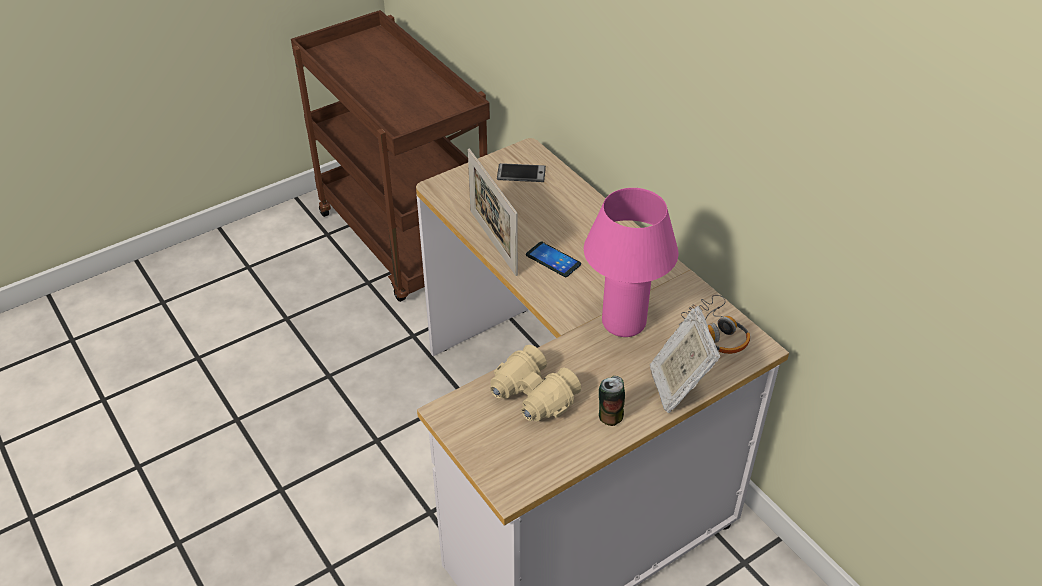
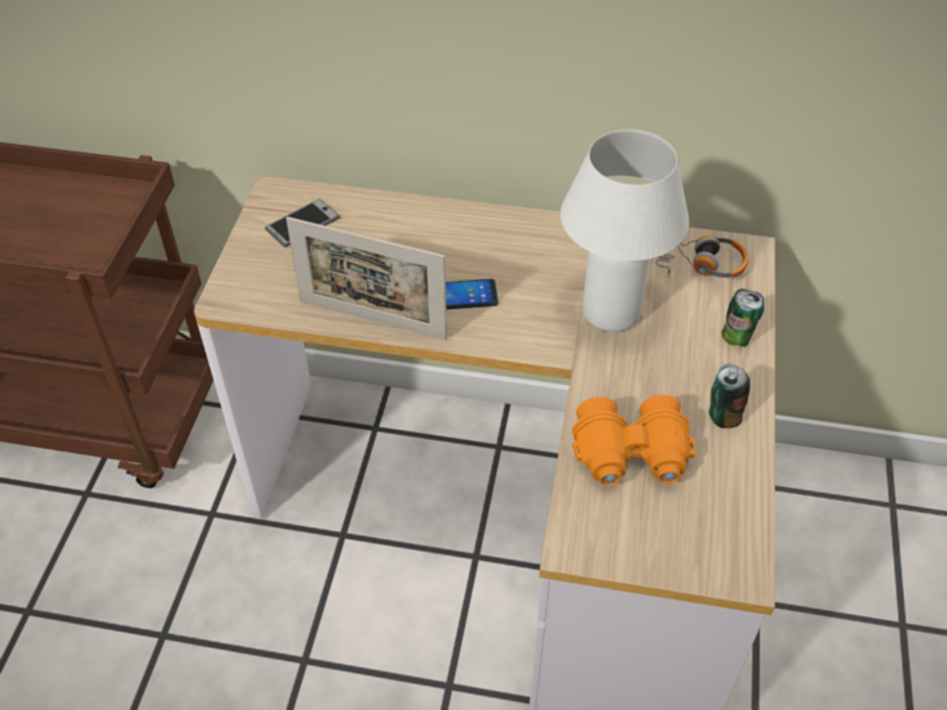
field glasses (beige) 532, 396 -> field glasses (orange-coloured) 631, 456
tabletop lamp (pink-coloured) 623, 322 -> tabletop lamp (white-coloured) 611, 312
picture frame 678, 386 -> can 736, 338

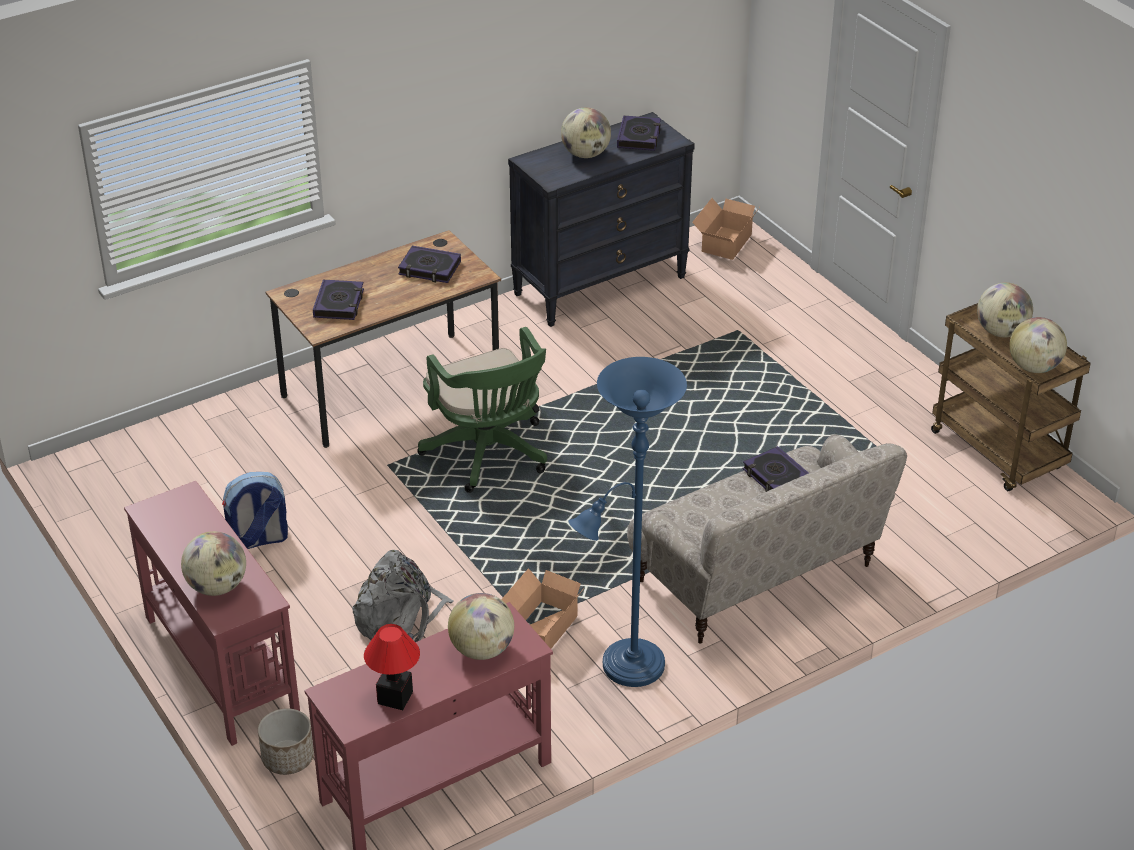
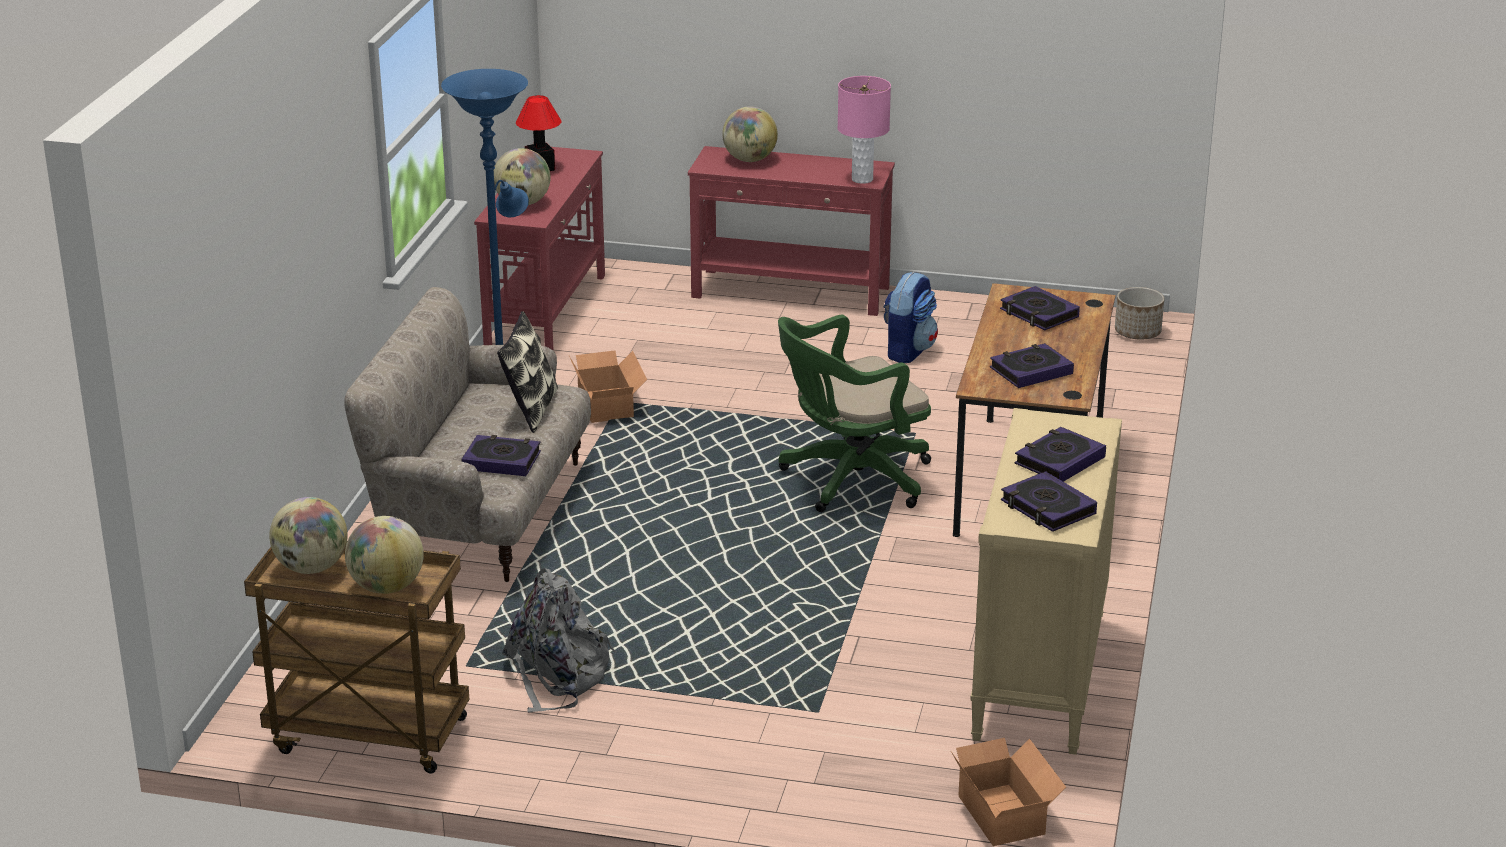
flower pot 287, 758 -> flower pot 1138, 332, move
backpack (grey) 400, 619 -> backpack (grey) 558, 675, move
desk chair (greenish) 489, 455 -> desk chair (greenish) 850, 480, 45 degrees counterclockwise
drawer chest (black) 600, 285 -> drawer chest (beige) 1040, 678
globe 585, 154 -> volume 1059, 461
none -> throw pillow 530, 410
none -> tabletop lamp (pink-coloured) 862, 179

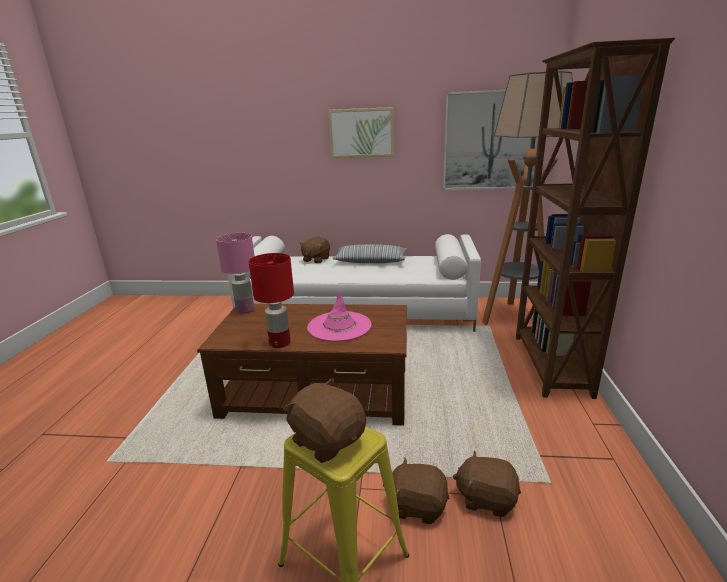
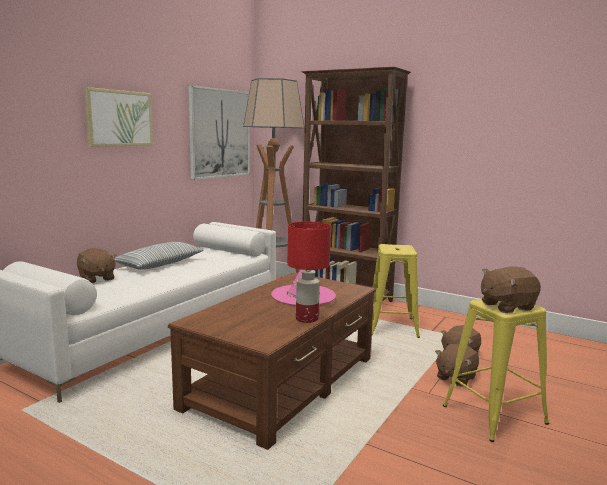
tabletop lamp (pink-coloured) 244, 310 -> none
none -> stool seat (yellow-coloured) 392, 326

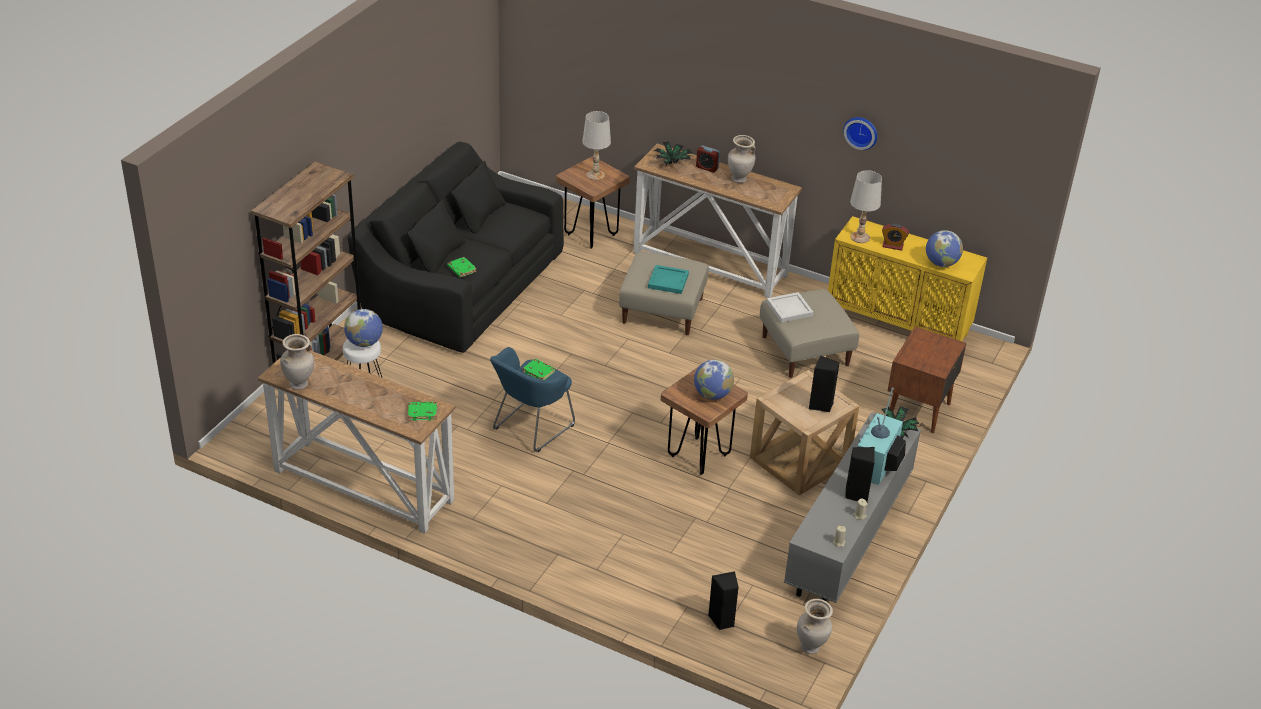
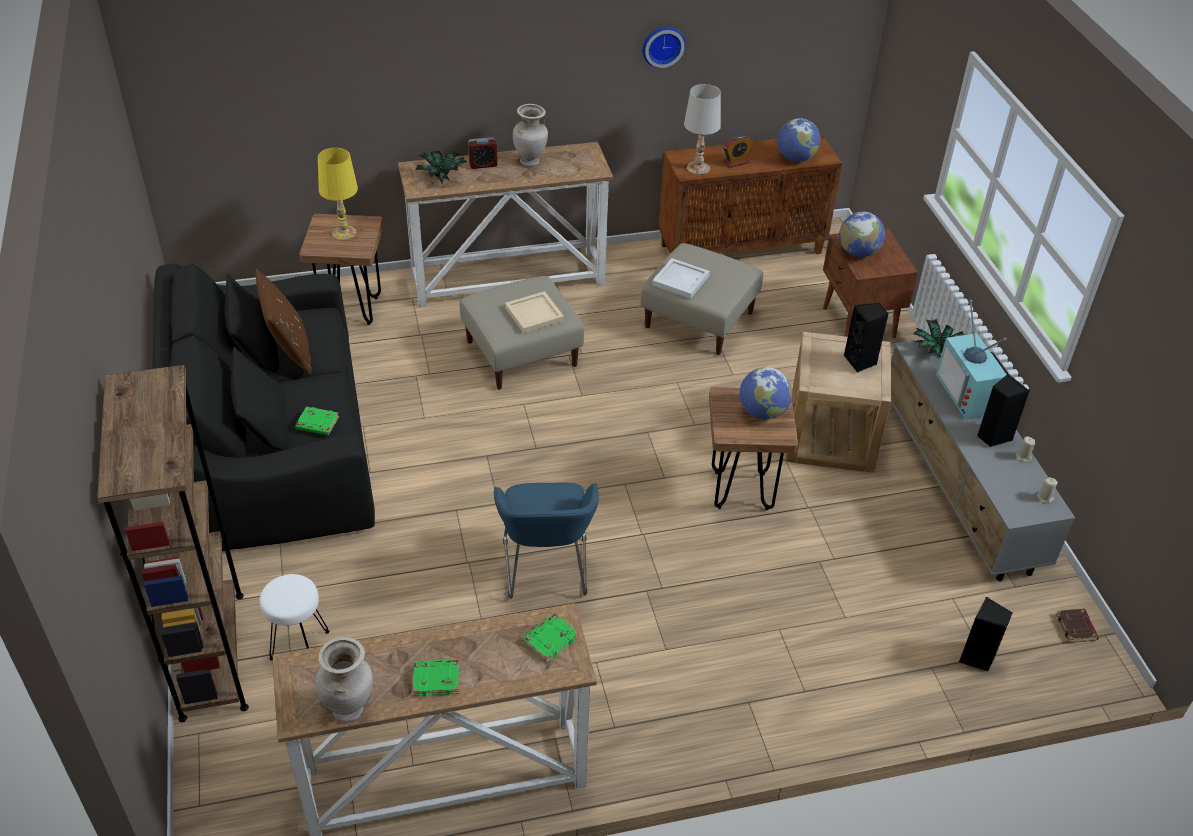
globe 364, 343 -> globe 858, 252, move
volume (greenish) 539, 372 -> volume (greenish) 437, 679, move
tabletop lamp (white-coloured) 595, 175 -> tabletop lamp (yellow-coloured) 343, 233
carrying tray (blue-green) 669, 281 -> carrying tray (beige) 534, 313
vase (beige) 811, 648 -> volume (brown-coloured) 1077, 628
cabinet (yellow-coloured) 898, 324 -> cabinet (brown-coloured) 741, 248
none -> throw pillow (brown-coloured) 289, 351

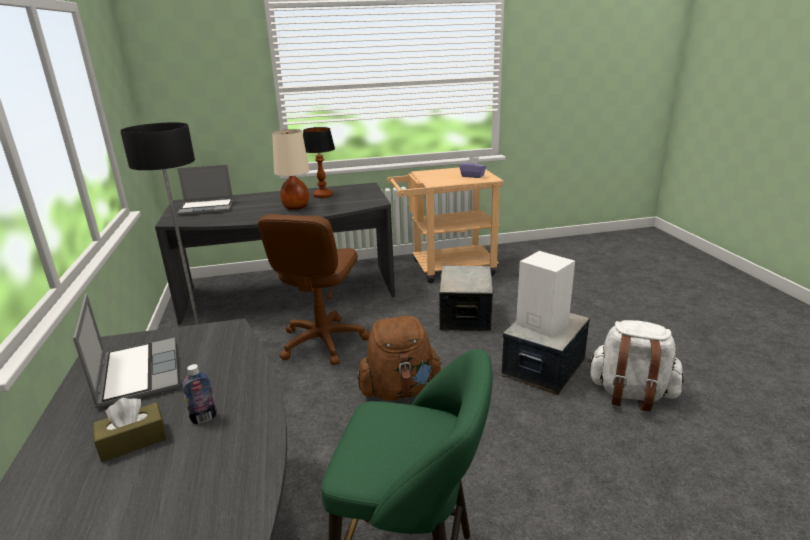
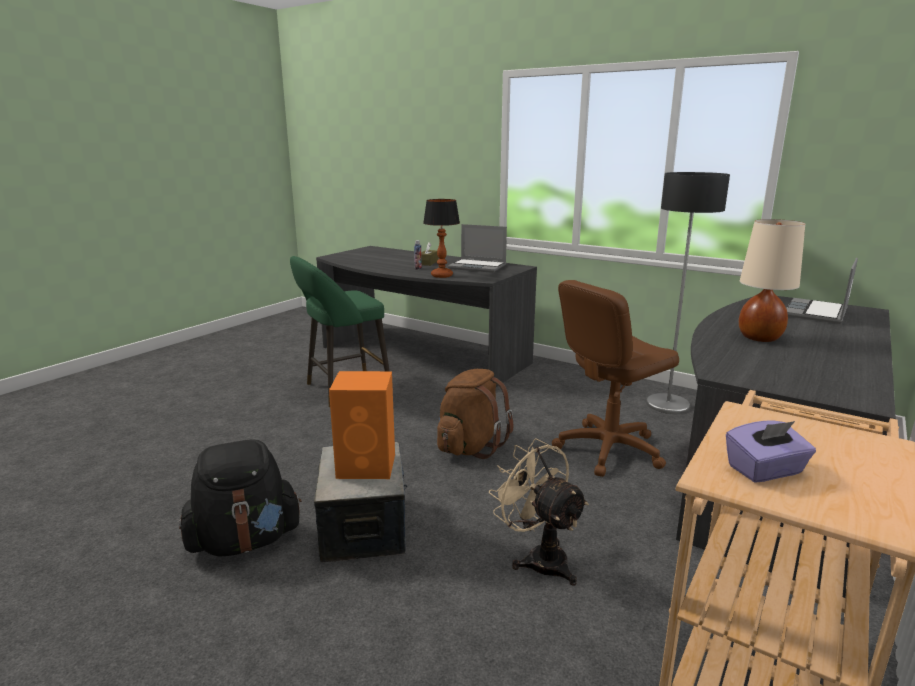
desk chair (brown-coloured) 322, 342 -> desk chair (brown-coloured) 608, 449, 90 degrees counterclockwise
tabletop lamp 323, 195 -> tabletop lamp 441, 276, move
storage box 466, 316 -> fan (beige) 539, 558
loudspeaker (white-coloured) 541, 323 -> loudspeaker (orange-coloured) 368, 466
backpack (white-coloured) 631, 394 -> backpack (black) 245, 541

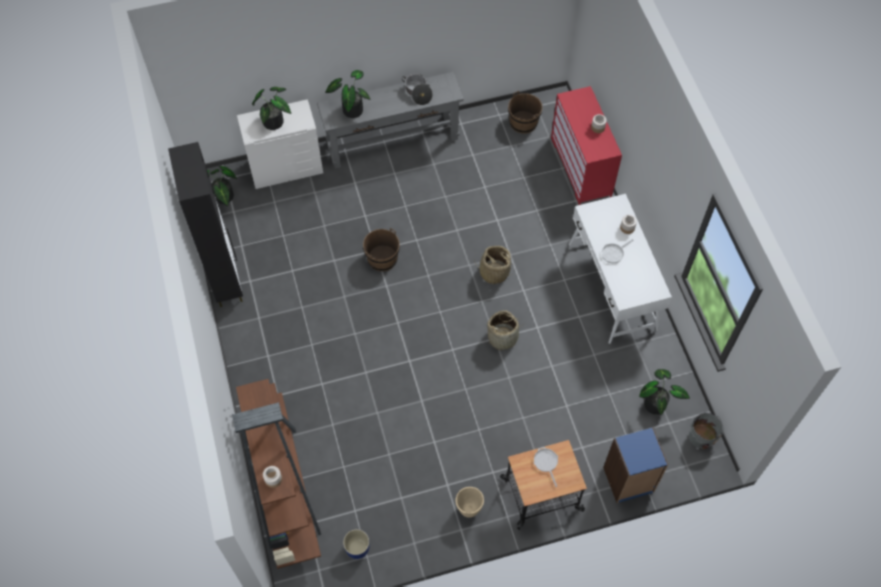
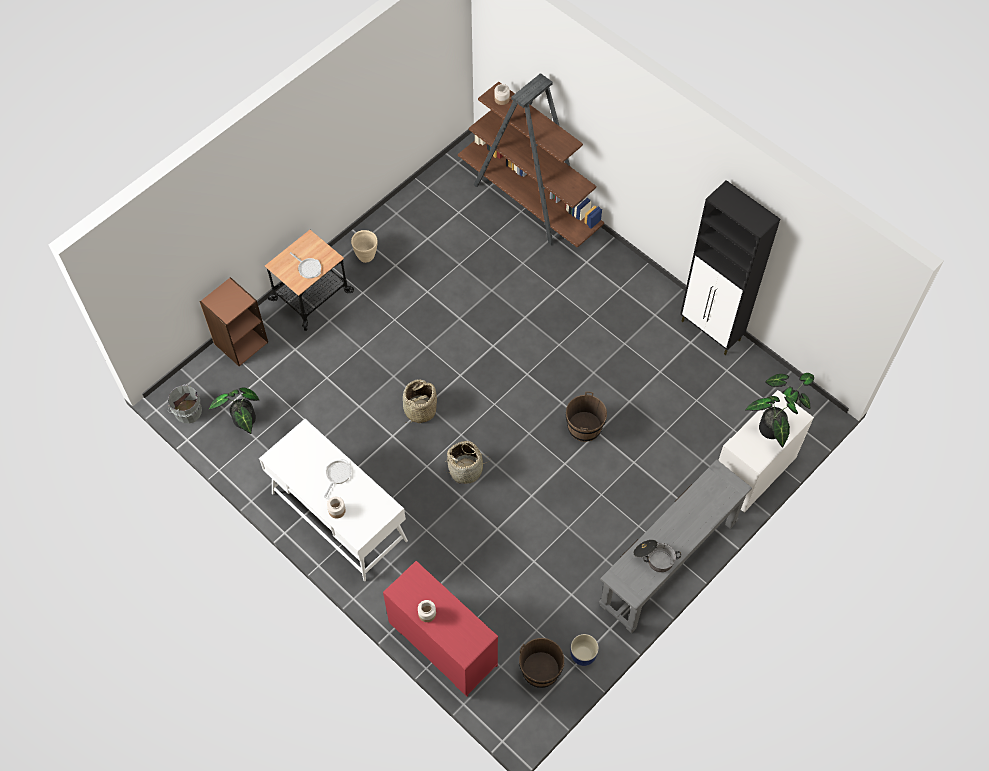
potted plant 351, 109 -> none
flower pot (blue-coloured) 358, 548 -> flower pot (blue-coloured) 582, 655, move
bookcase (blue-coloured) 628, 480 -> bookcase (brown-coloured) 240, 342

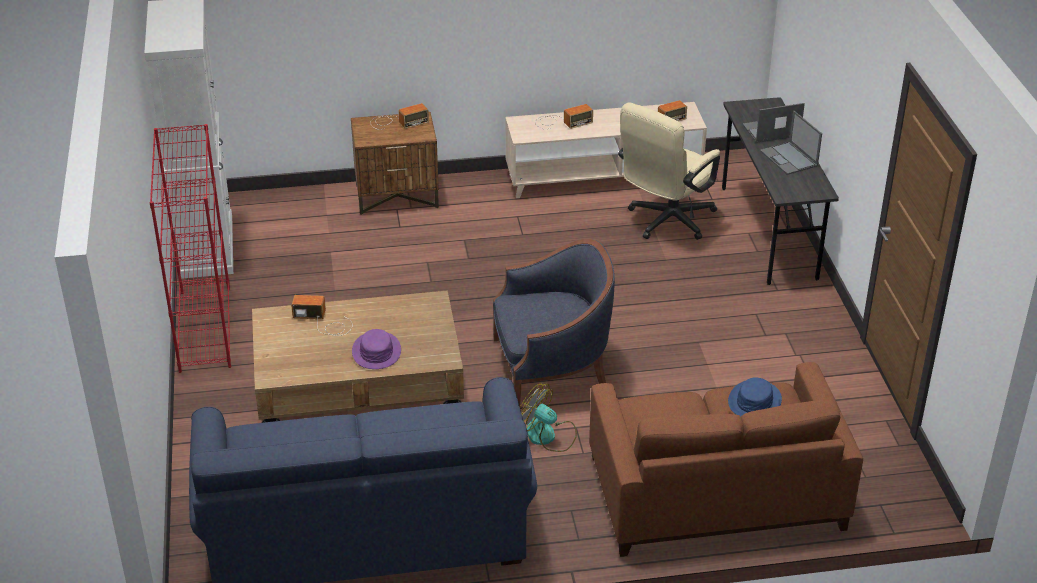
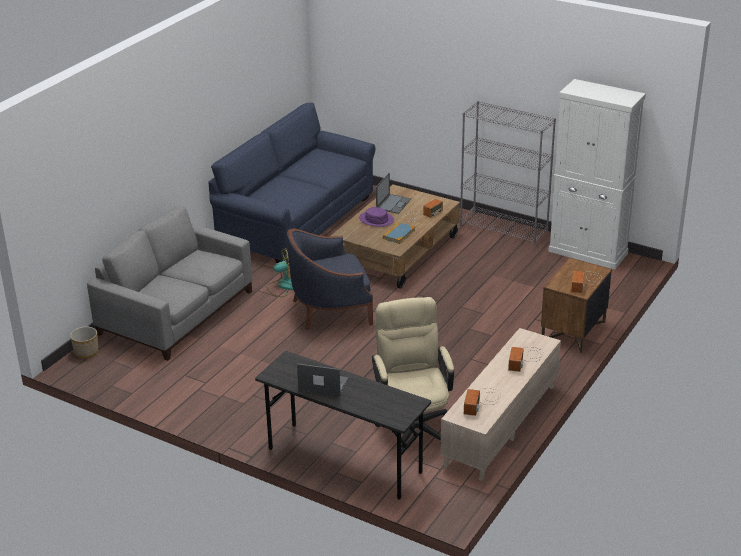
bookcase (red) 204, 328 -> bookcase (grey) 504, 229
easy chair (blue-coloured) 550, 369 -> easy chair (blue-coloured) 330, 310, 45 degrees clockwise
sofa (brown-coloured) 715, 491 -> sofa (grey) 177, 312
wearable hat (blue-coloured) 754, 401 -> none
notebook computer 770, 130 -> notebook computer 393, 204, move
none -> flower pot 86, 352
none -> volume 399, 234

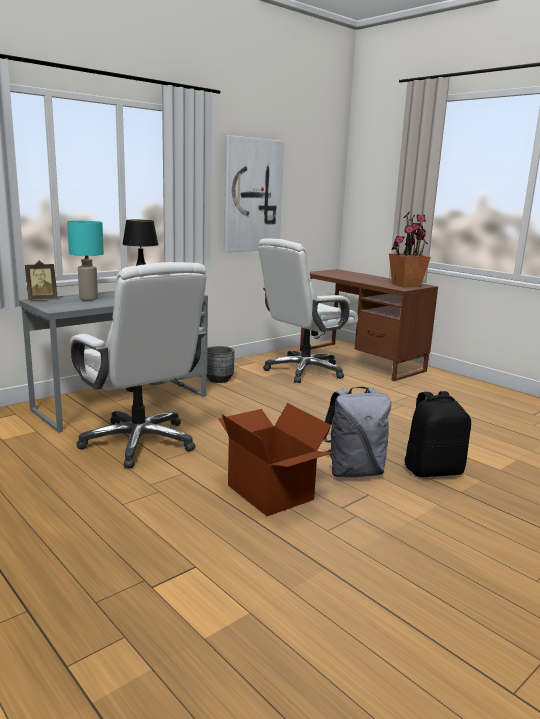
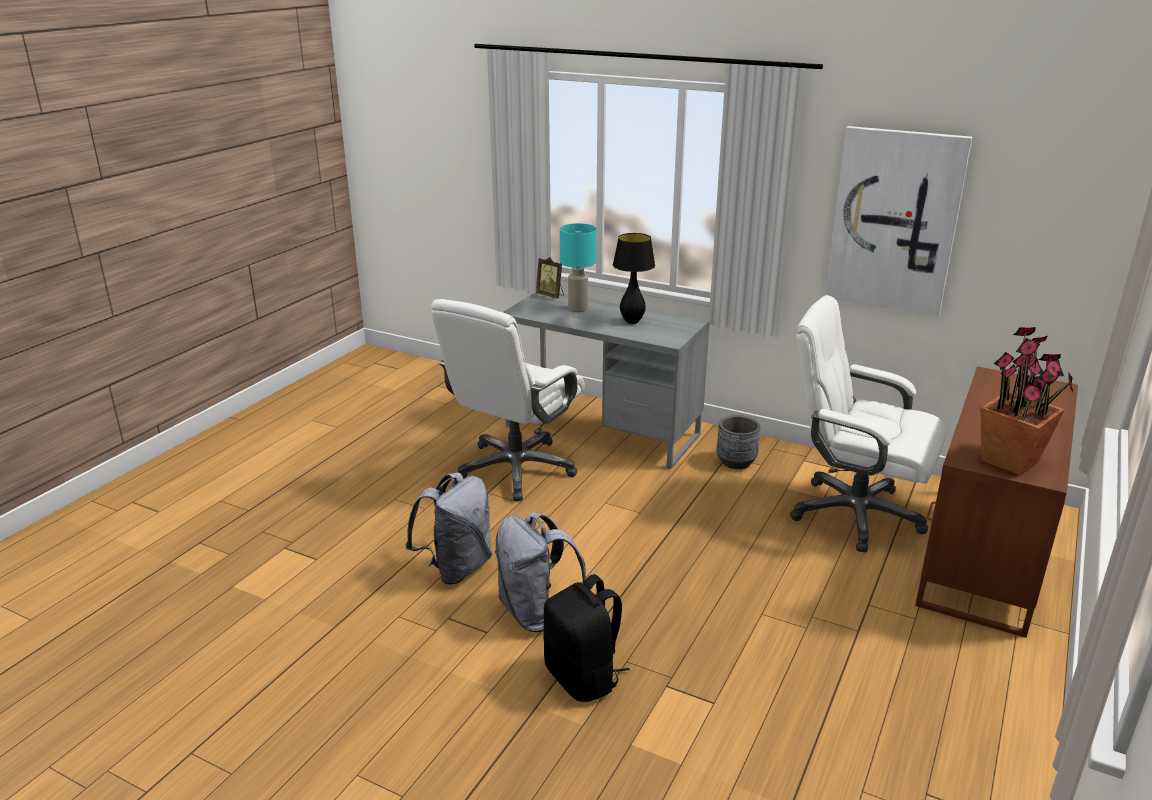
packing box 271, 492 -> backpack (grey) 456, 568

